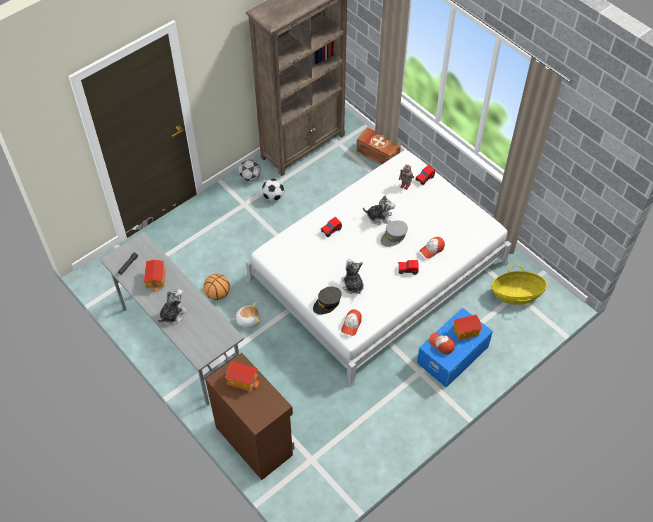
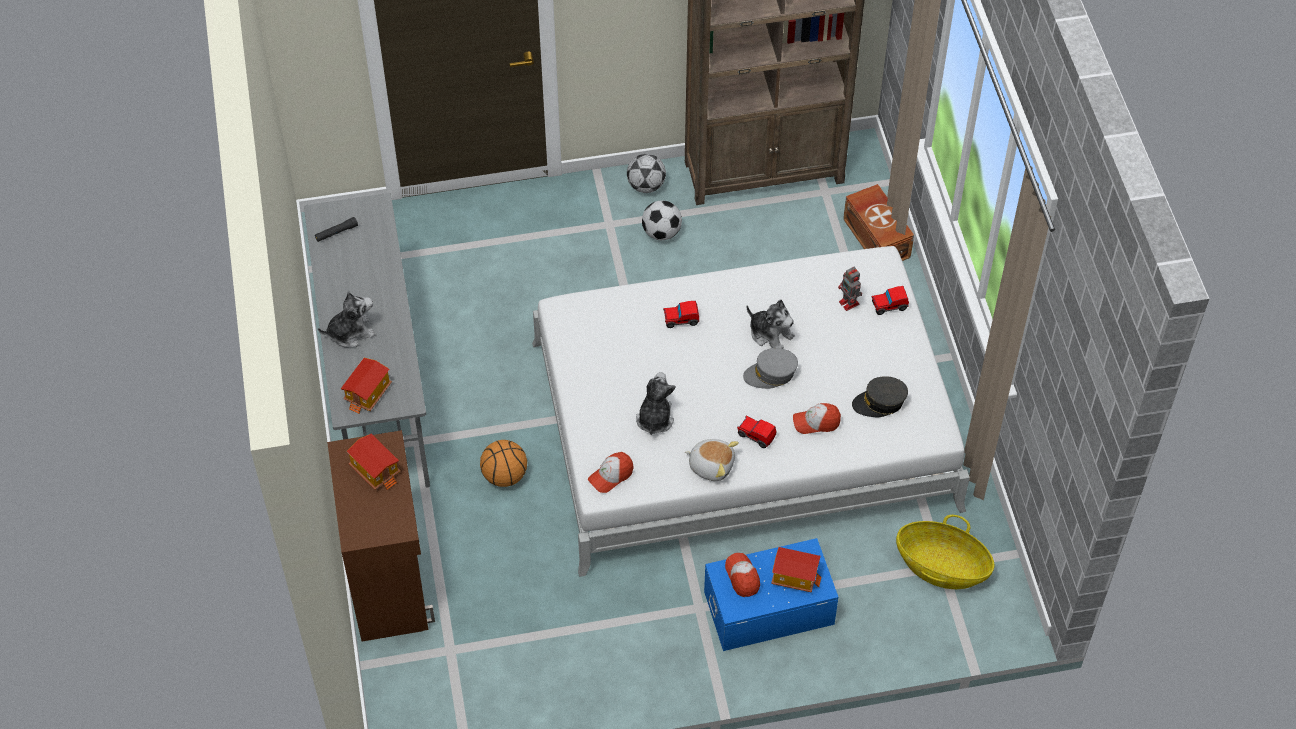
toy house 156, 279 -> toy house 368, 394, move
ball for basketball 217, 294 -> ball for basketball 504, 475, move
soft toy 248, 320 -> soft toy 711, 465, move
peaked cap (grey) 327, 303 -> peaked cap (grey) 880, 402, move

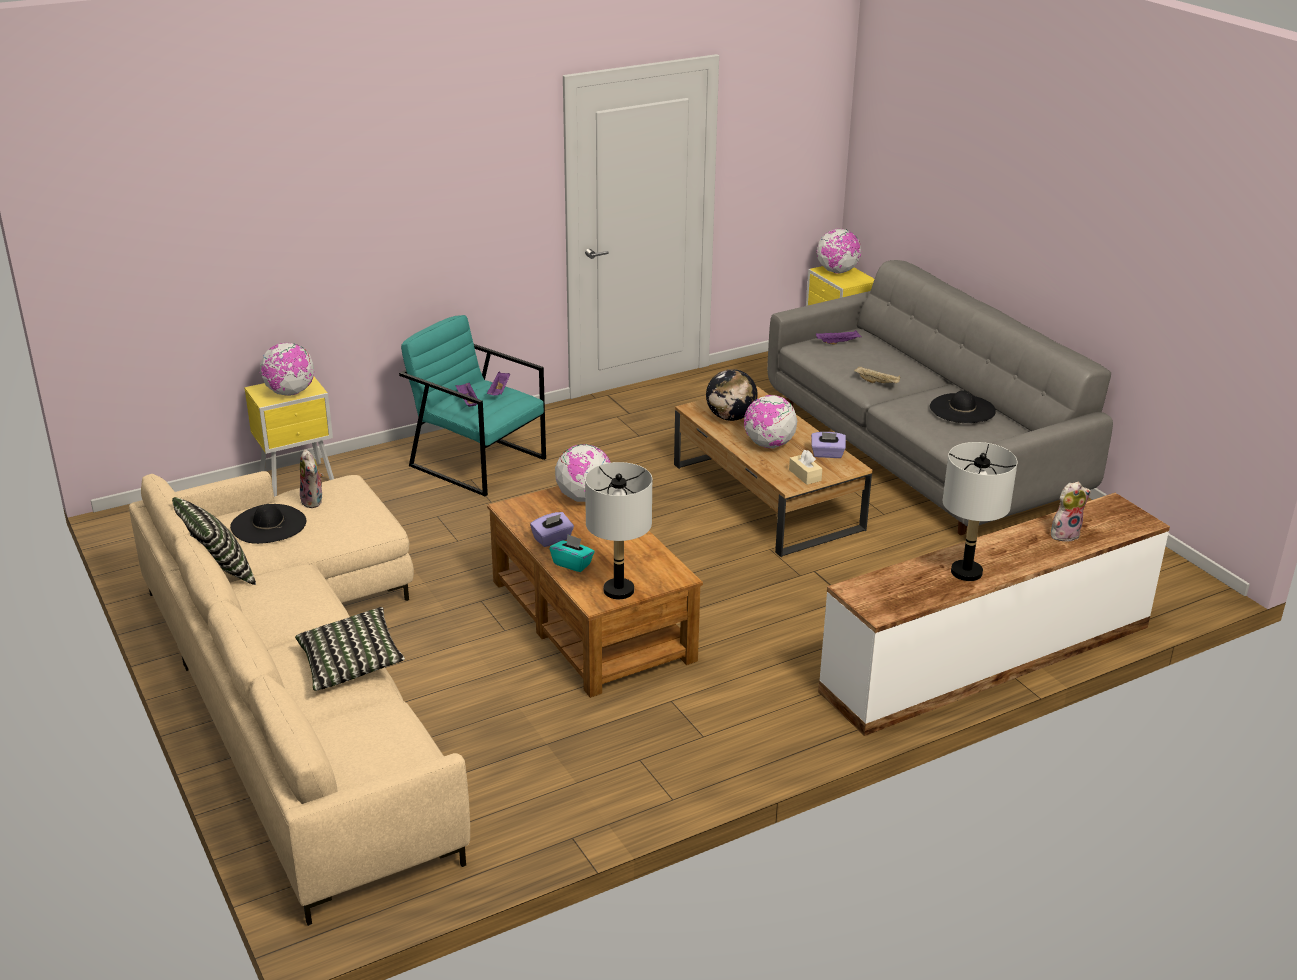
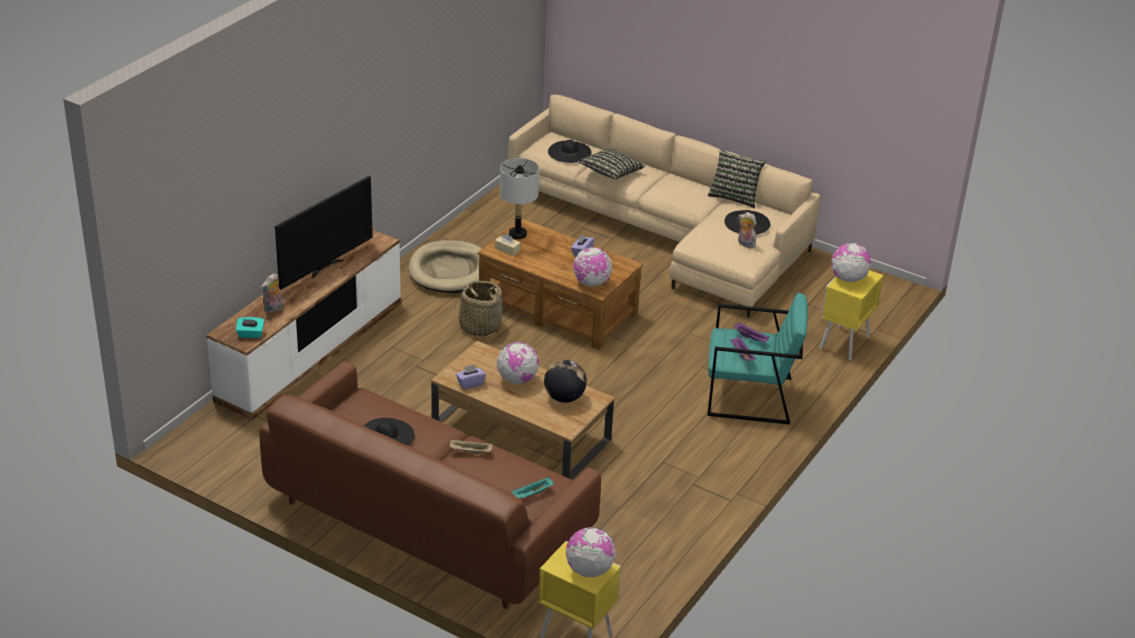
tissue box (blue-green) 572, 564 -> tissue box (blue-green) 250, 334, move
sofa (grey) 922, 451 -> sofa (brown-coloured) 427, 520
tissue box (beige) 805, 475 -> tissue box (beige) 507, 249, move
carrying tray (purple-coloured) 838, 342 -> carrying tray (blue-green) 532, 494
tabletop lamp (grey) 966, 572 -> television 325, 267
none -> dog cushion (beige) 449, 271
none -> storage basket 480, 326
none -> wearable hat (black) 569, 152

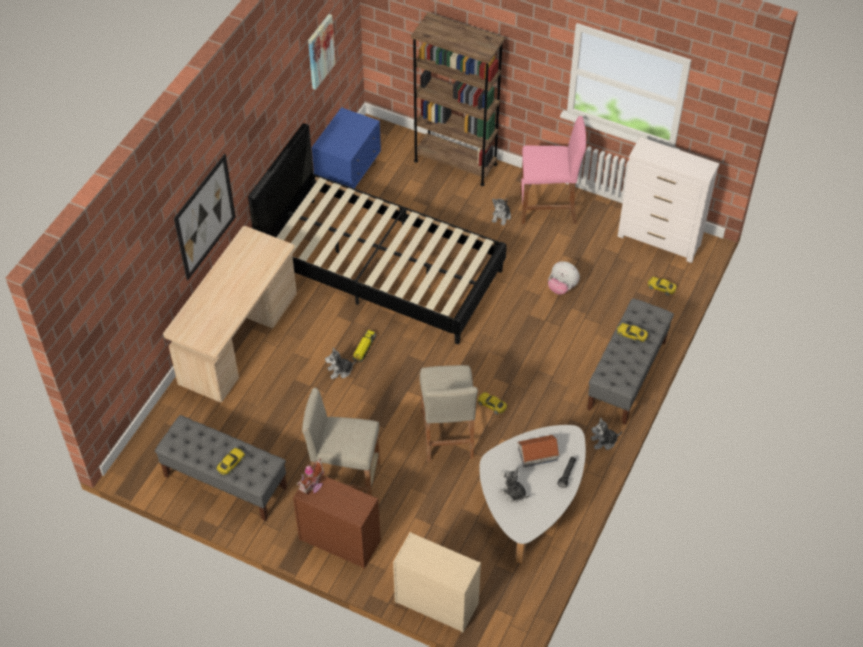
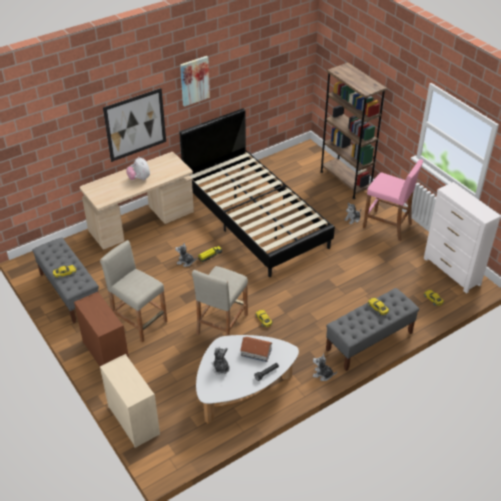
toy house 312, 486 -> none
wall art 320, 51 -> wall art 194, 80, move
bedside table (blue-coloured) 348, 175 -> none
soft toy 562, 287 -> soft toy 139, 178, move

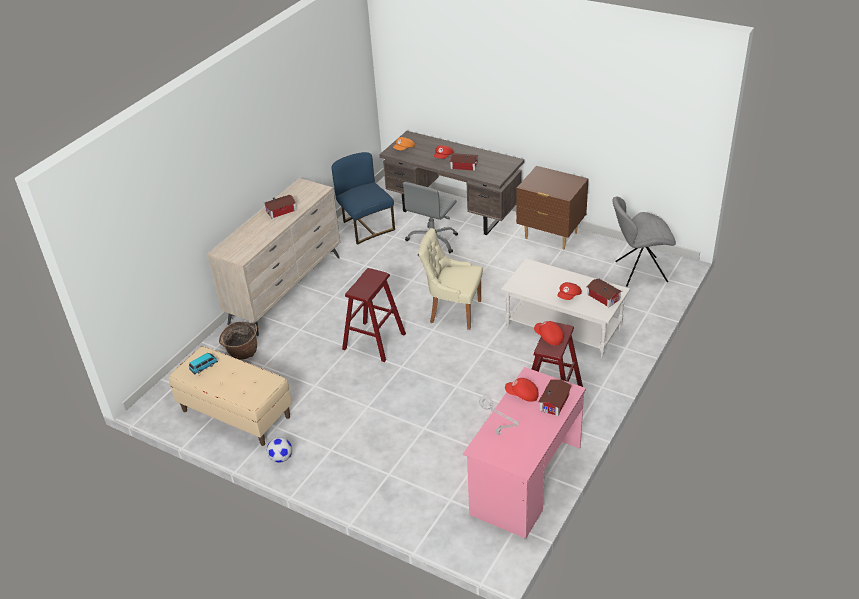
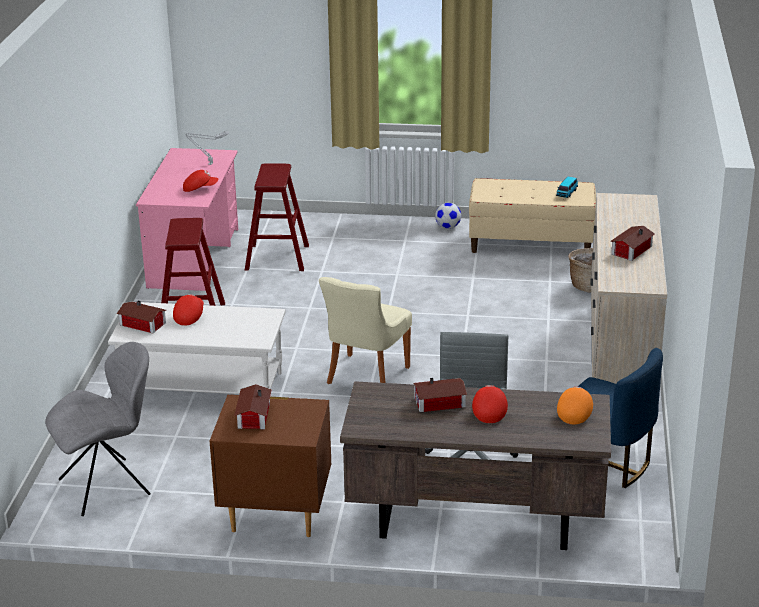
stool seat (red) 374, 341 -> stool seat (red) 277, 257, move
chair (beige) 453, 311 -> chair (beige) 366, 376, 120 degrees clockwise
peaked cap (red) 548, 337 -> none
toy house 556, 402 -> toy house 252, 416, move

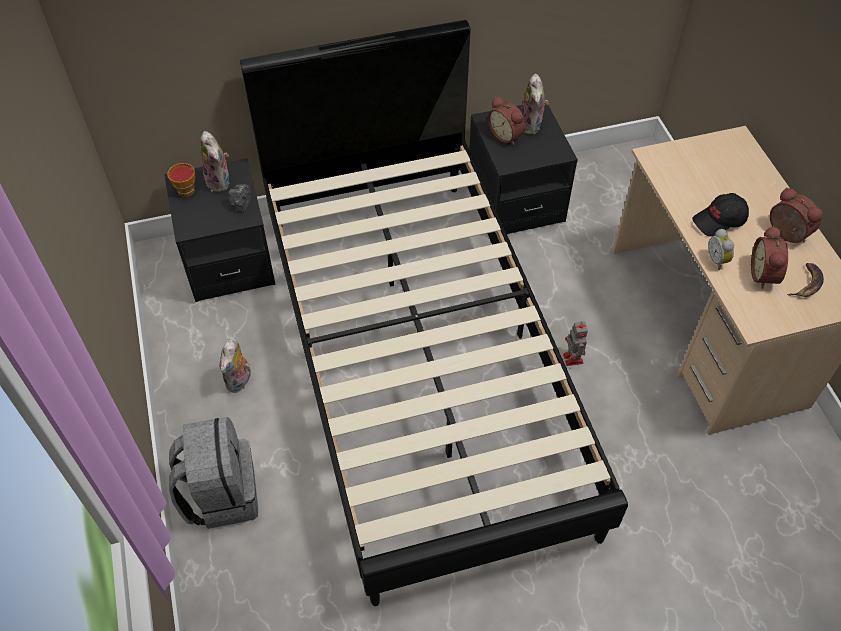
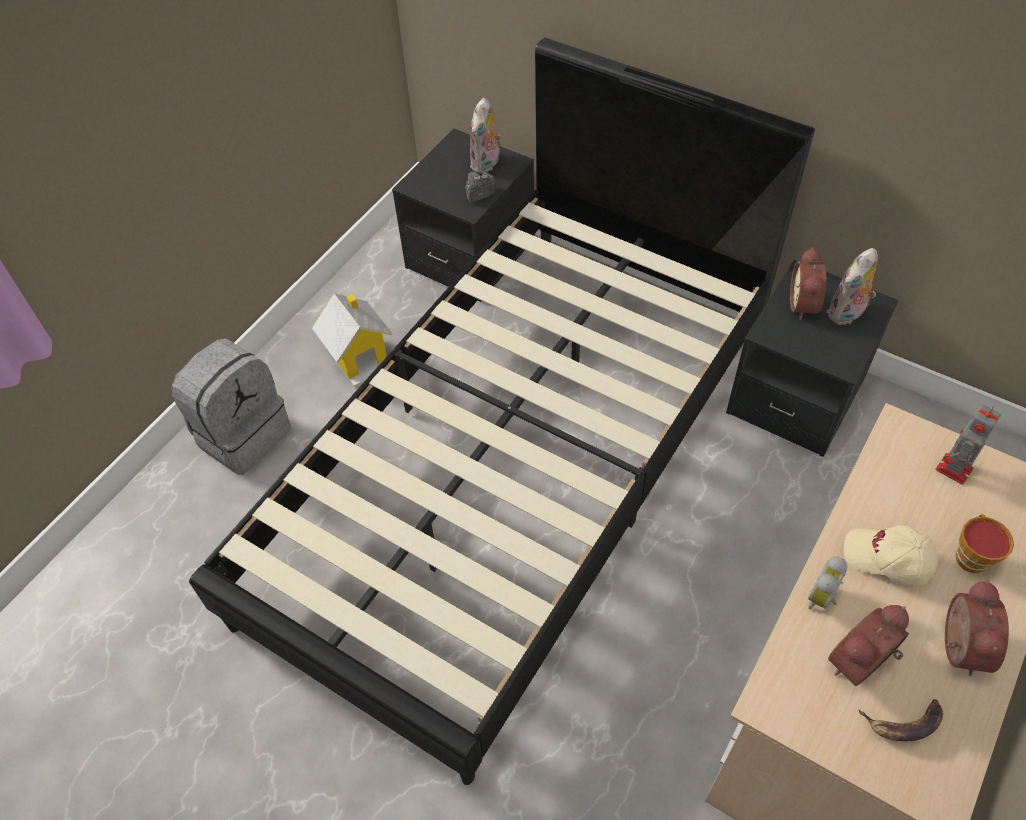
small cup 184, 189 -> small cup 970, 555, move
soft toy 240, 381 -> toy house 360, 358
robot figure 573, 359 -> robot figure 953, 470, move
peaked cap (black) 719, 221 -> peaked cap (beige) 887, 560

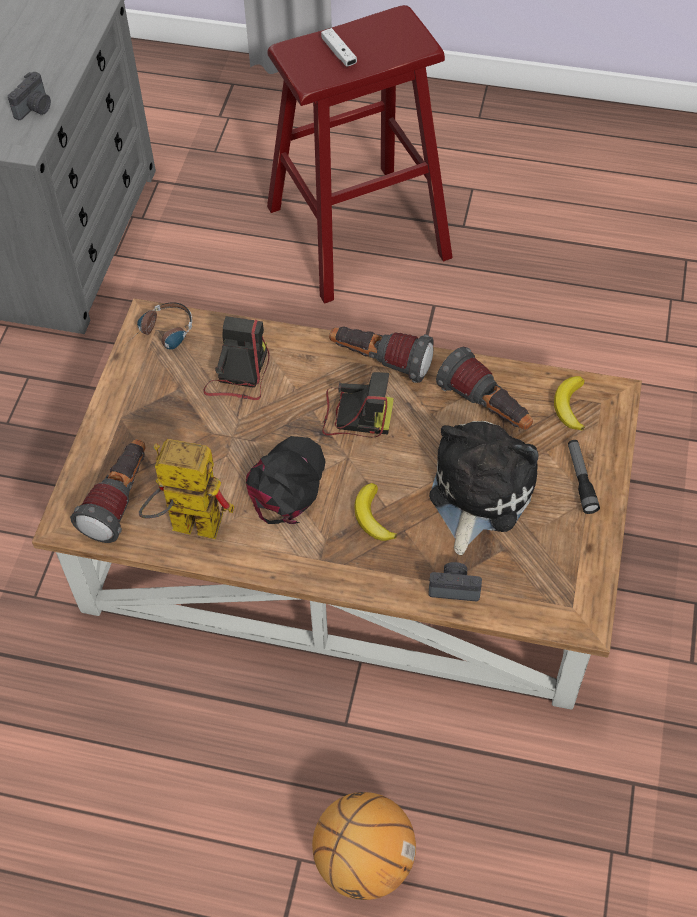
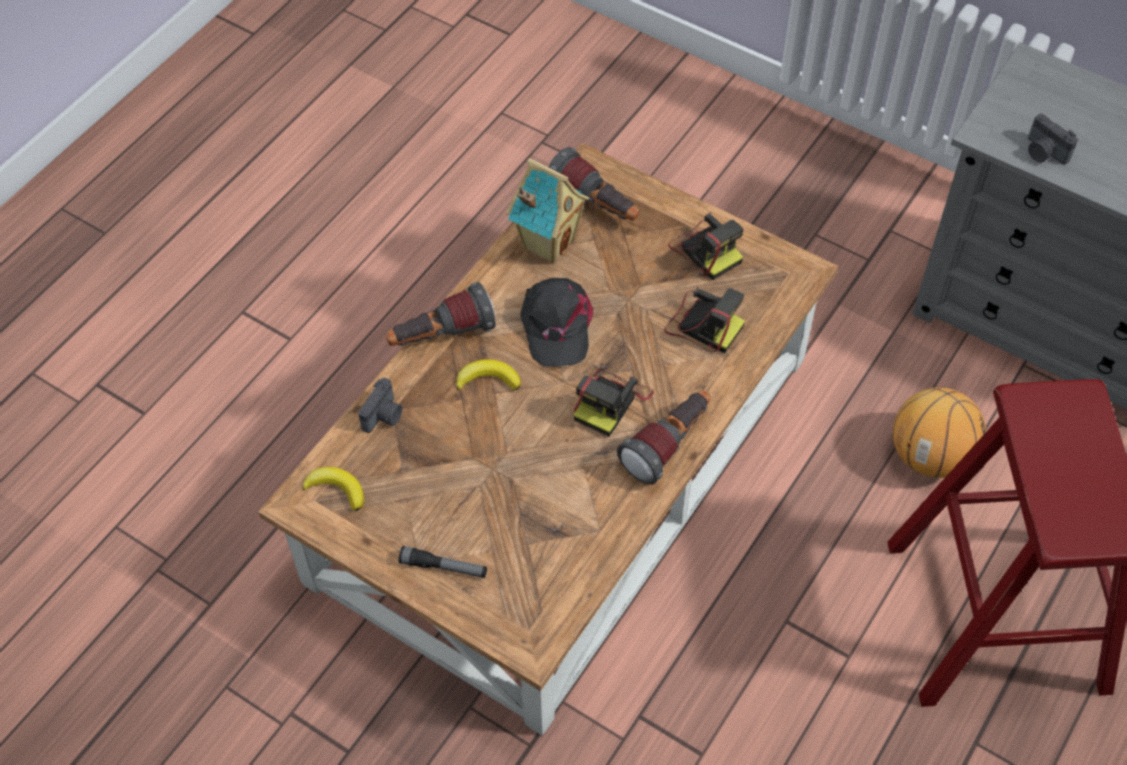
pair of headphones 162, 336 -> none
robot figure 185, 525 -> toy house 547, 243
peaked cap (black) 286, 483 -> peaked cap (black) 556, 326, 45 degrees clockwise
ball for basketball 363, 861 -> ball for basketball 930, 455, move
game controller (white-coloured) 339, 53 -> none
soft toy 478, 493 -> none
torch 486, 408 -> torch 441, 336, move
banana 569, 405 -> banana 337, 489, move
none -> photo camera 706, 250

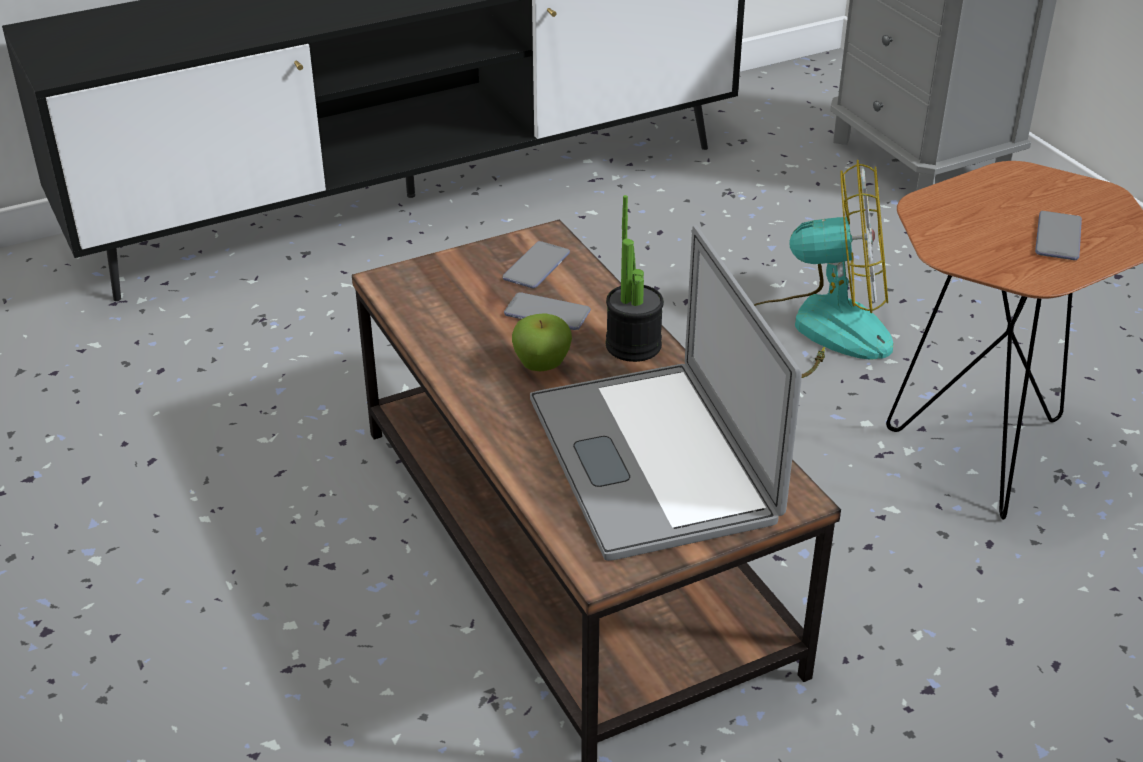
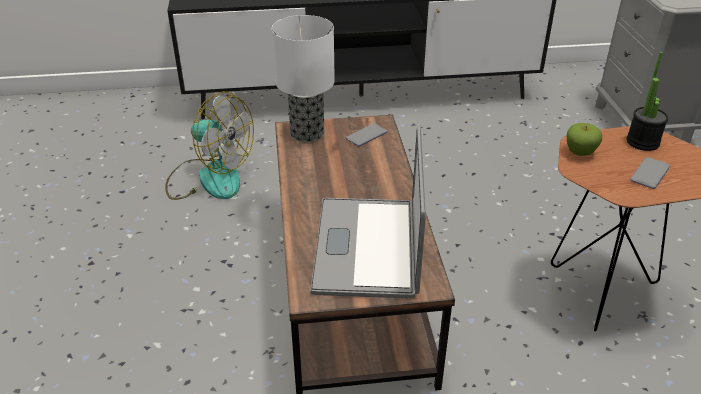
telephone 547, 313 -> none
apple fruit 542, 365 -> apple fruit 580, 153, move
potted plant 633, 345 -> potted plant 642, 142, move
fan 817, 329 -> fan 209, 178, move
none -> tabletop lamp 306, 134

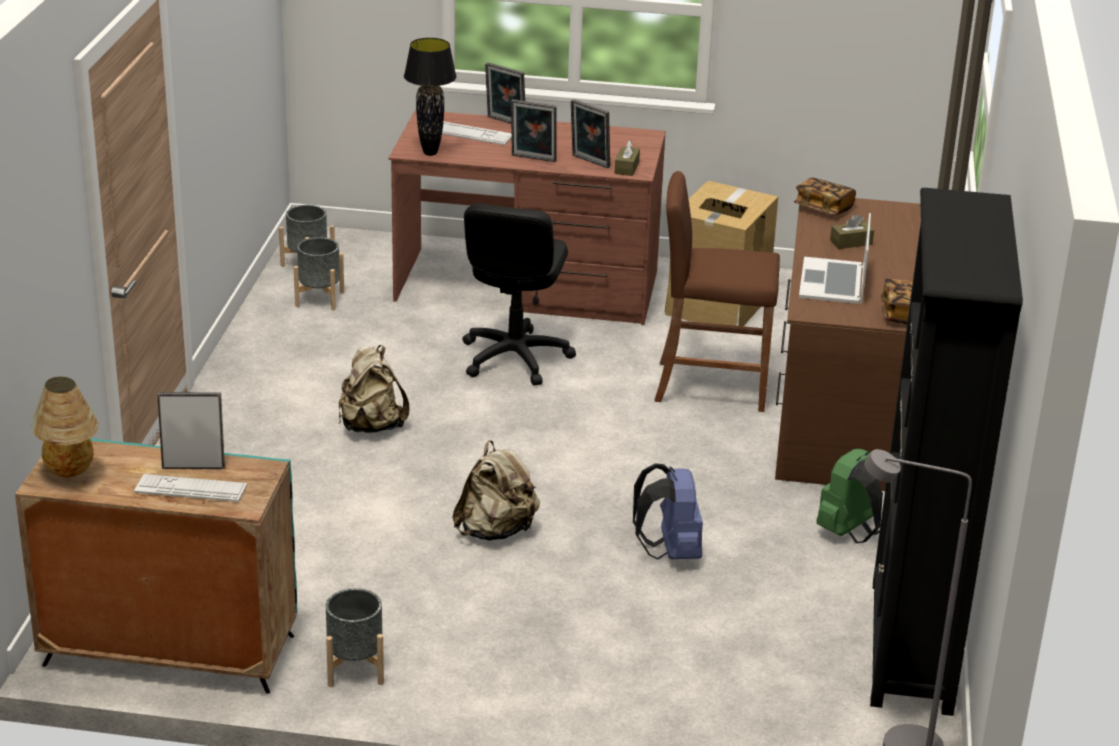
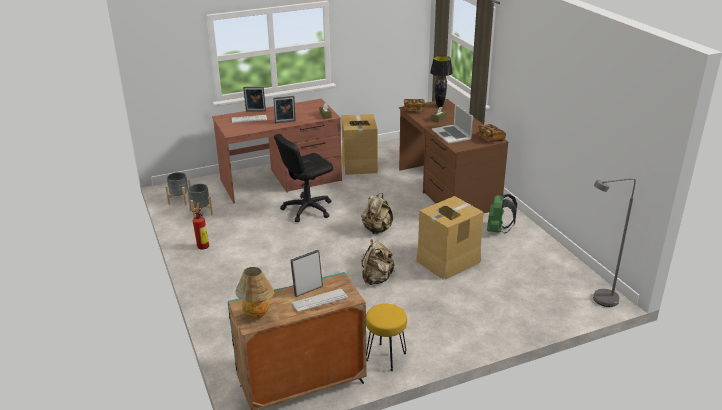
flower pot (grey) 355, 668 -> stool seat (yellow-coloured) 386, 356
backpack (beige) 371, 426 -> backpack (beige) 377, 230, move
tabletop lamp (black) 430, 153 -> tabletop lamp (black) 440, 106, move
desk chair (black) 514, 358 -> desk chair (black) 307, 209, 75 degrees clockwise
picture frame 589, 162 -> none
backpack (blue-coloured) 670, 552 -> packing box 447, 261
stool seat (brown-coloured) 711, 386 -> none
bookcase (black) 911, 647 -> none
none -> fire-fighting cylinder 203, 246

